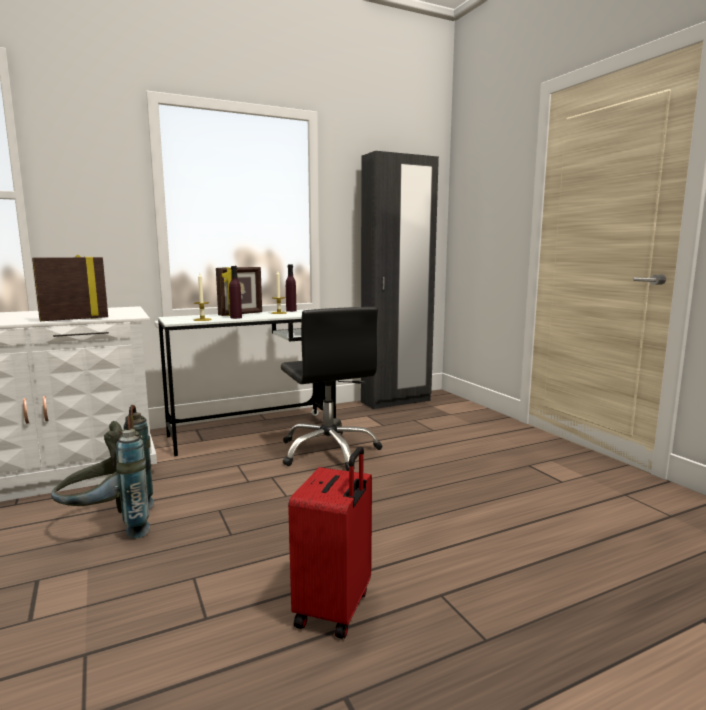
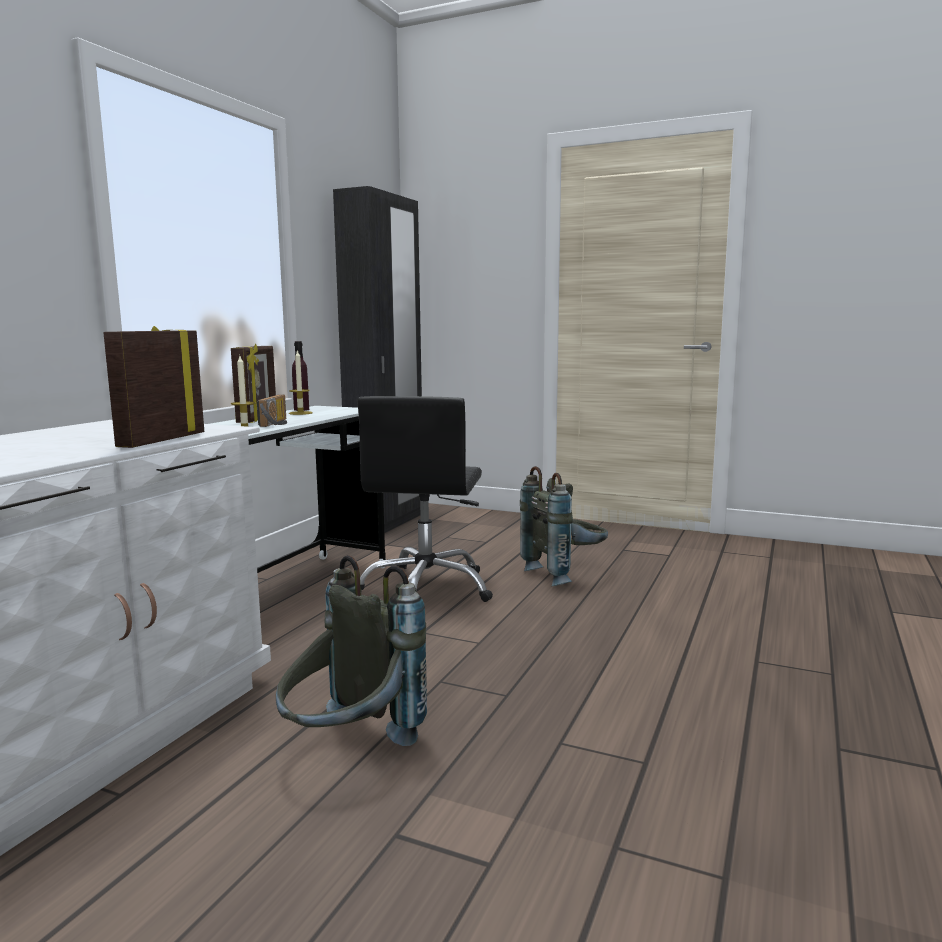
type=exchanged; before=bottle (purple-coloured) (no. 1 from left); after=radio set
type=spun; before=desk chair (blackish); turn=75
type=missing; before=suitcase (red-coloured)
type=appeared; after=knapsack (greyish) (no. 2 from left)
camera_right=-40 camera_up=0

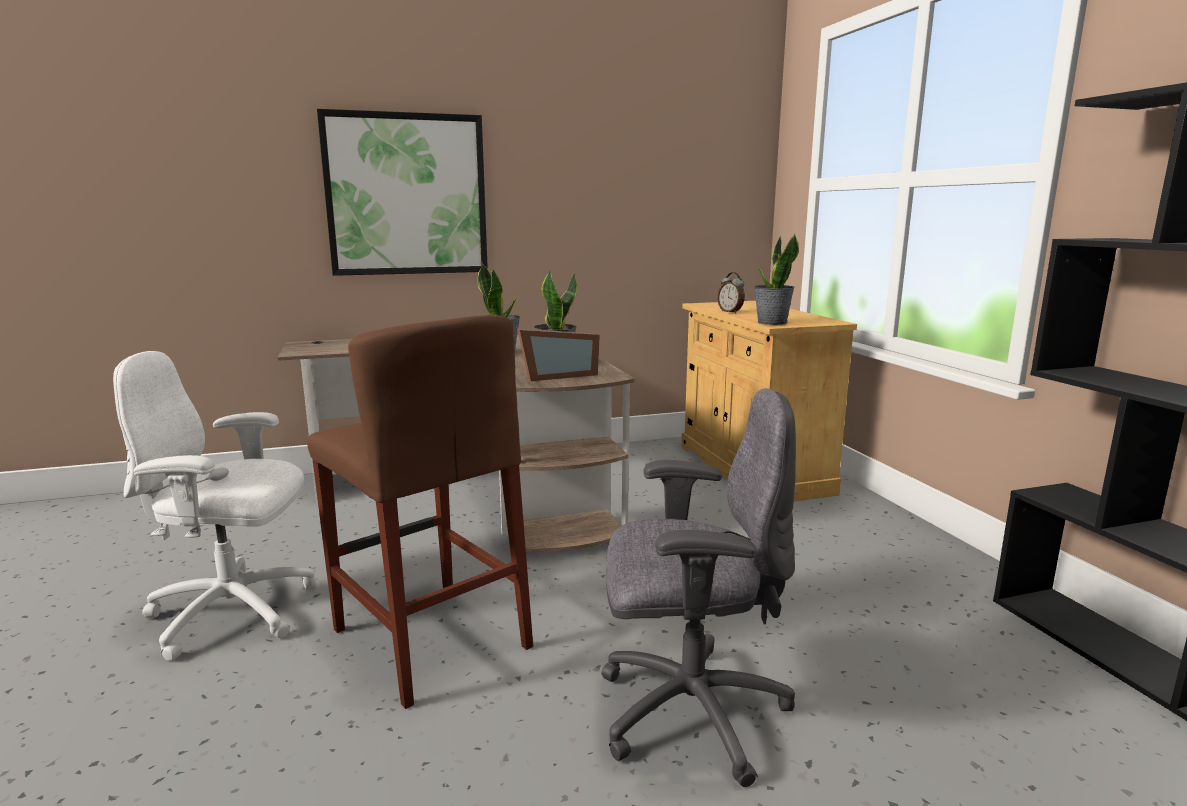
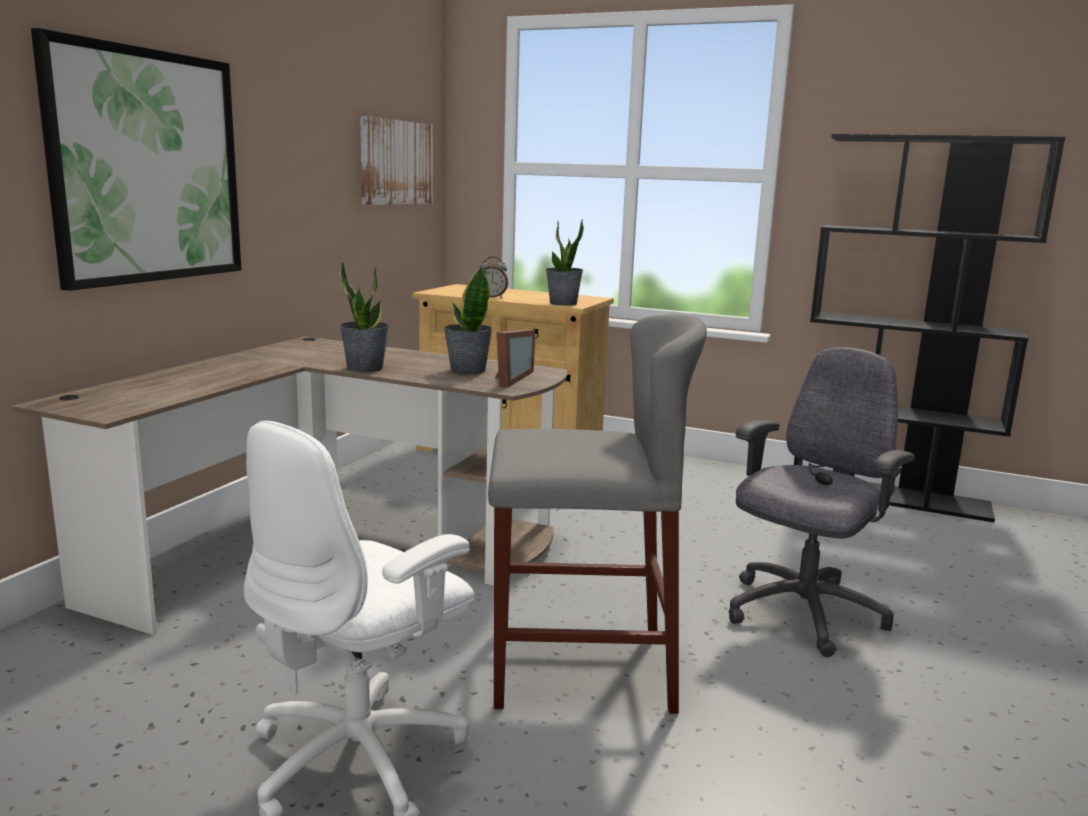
type=colour; before=stool (brown); after=stool (greyish)
type=appeared; after=picture (no. 2 from left)
camera_right=-50 camera_up=0

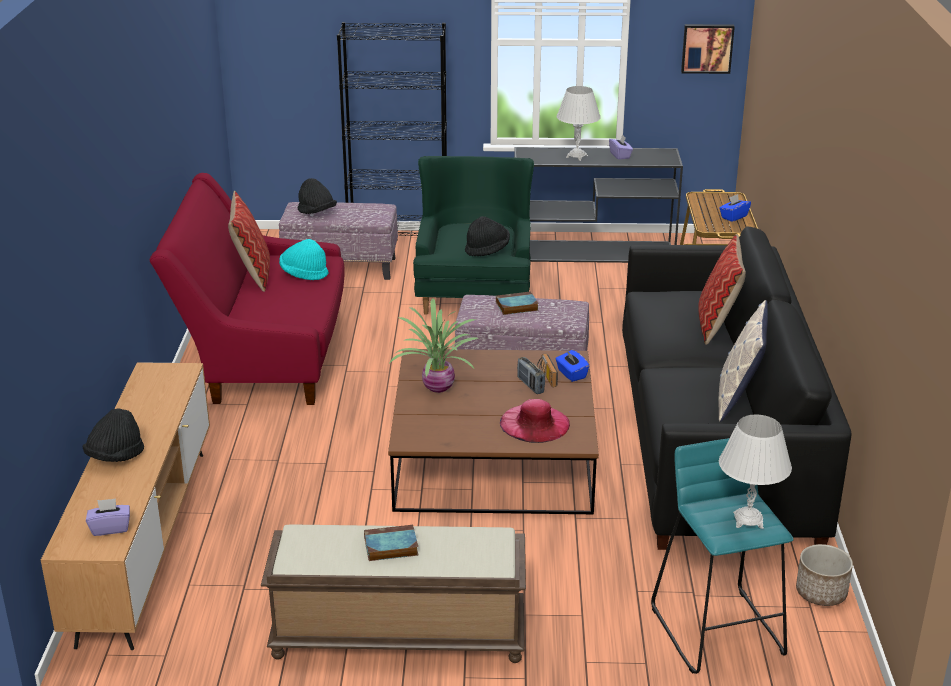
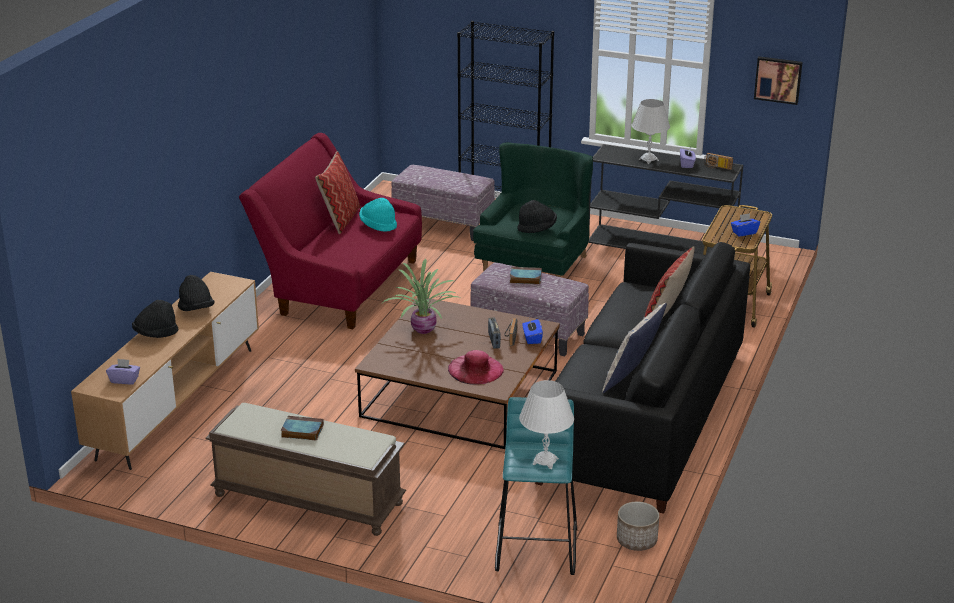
type=relocated; before=wearable hat (blackish) (no. 2 from left)
type=appeared; after=radio set (no. 3 from left)
camera_right=20 camera_up=0

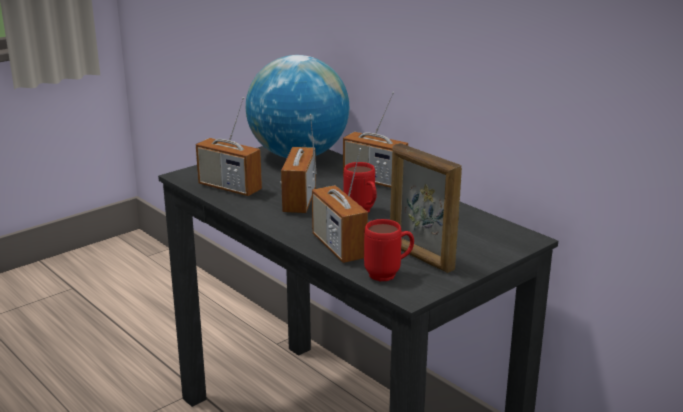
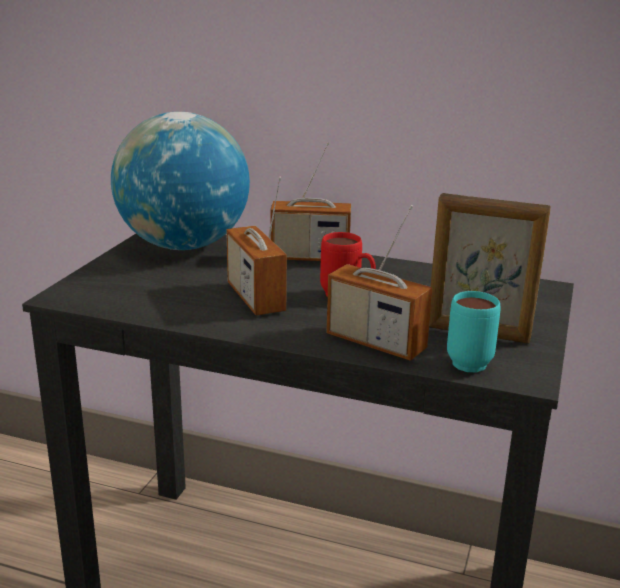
type=missing; before=radio set (no. 1 from left)
type=colour; before=mug (red-coloured) (no. 2 from left); after=mug (turquoise)
camera_right=-30 camera_up=0

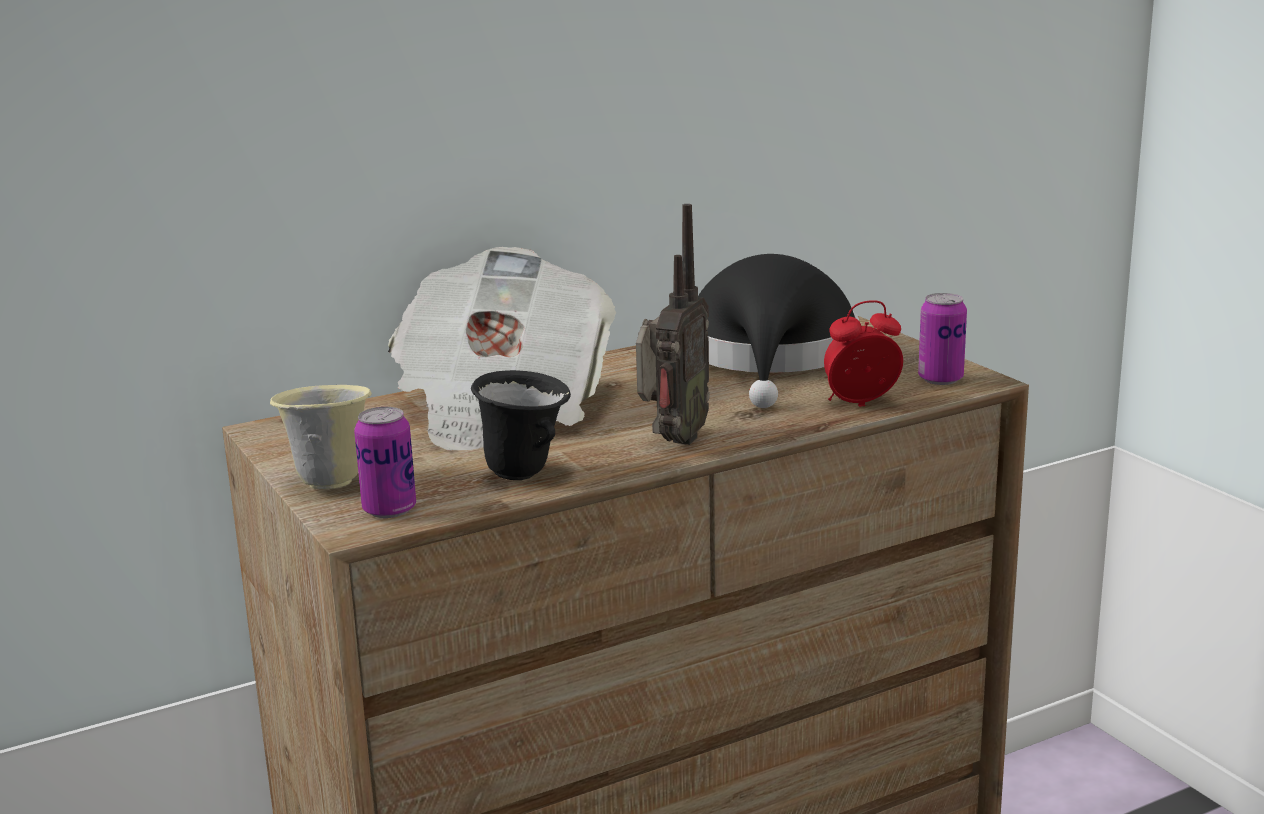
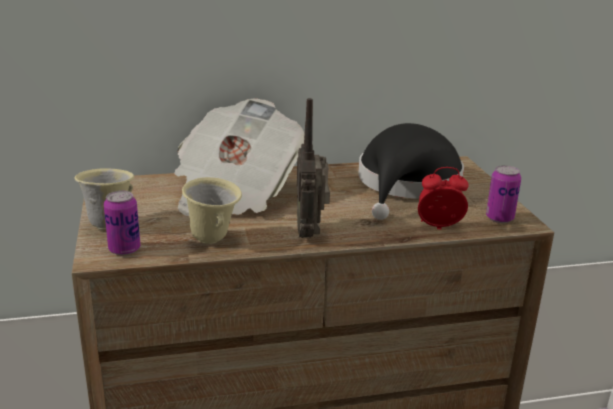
type=colour; before=mug (blackish); after=mug (beige-coloured) (no. 2 from left)
type=spun; before=radio set; turn=135
camera_right=15 camera_up=5

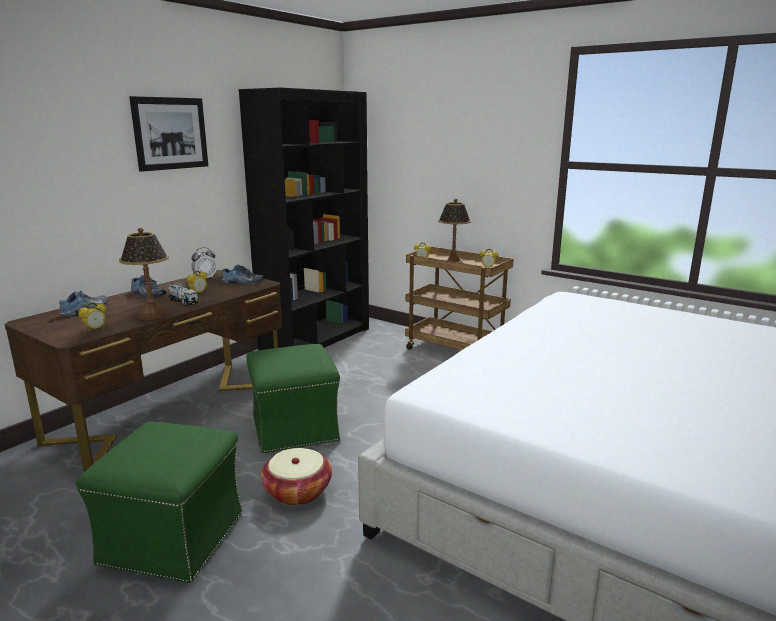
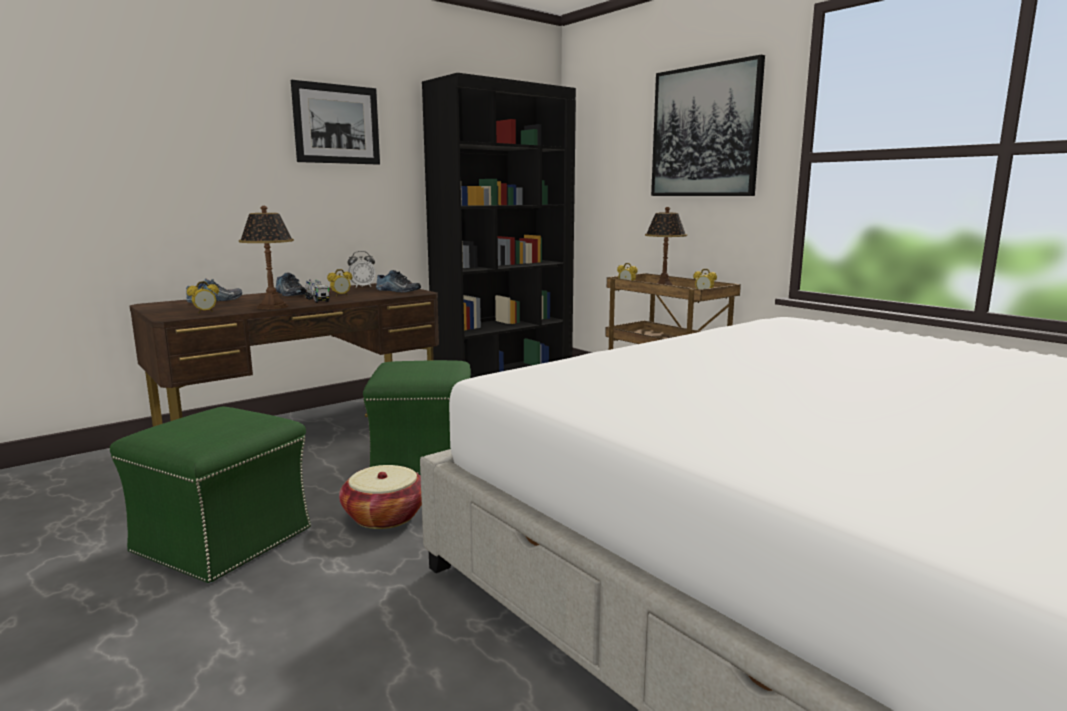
type=appeared; after=picture (no. 2 from left)
camera_right=15 camera_up=-5

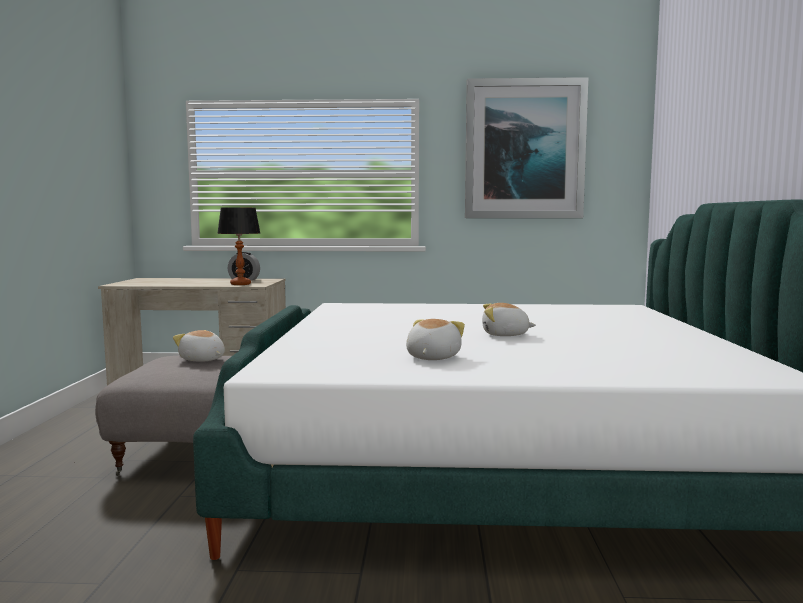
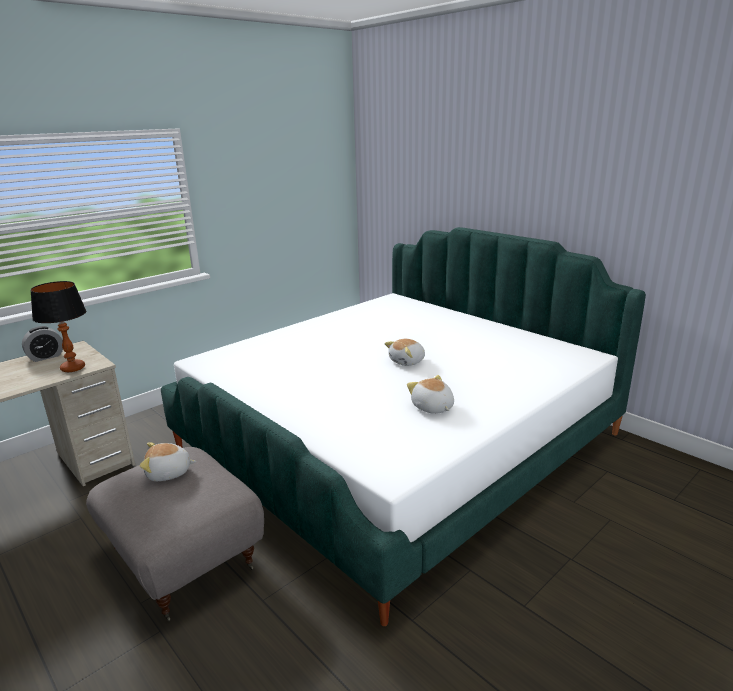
type=missing; before=picture
camera_right=-45 camera_up=15

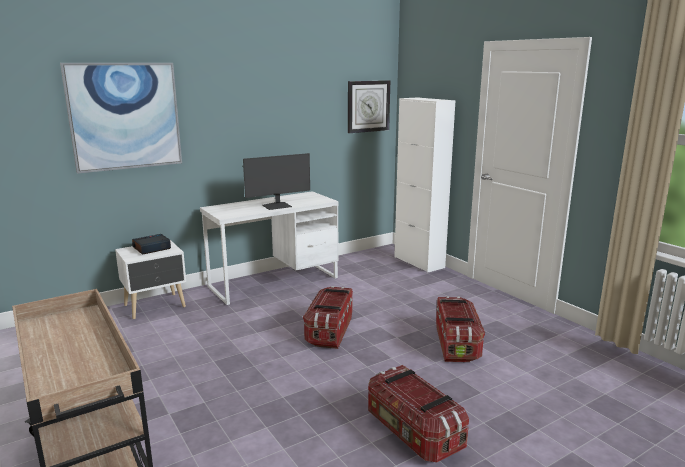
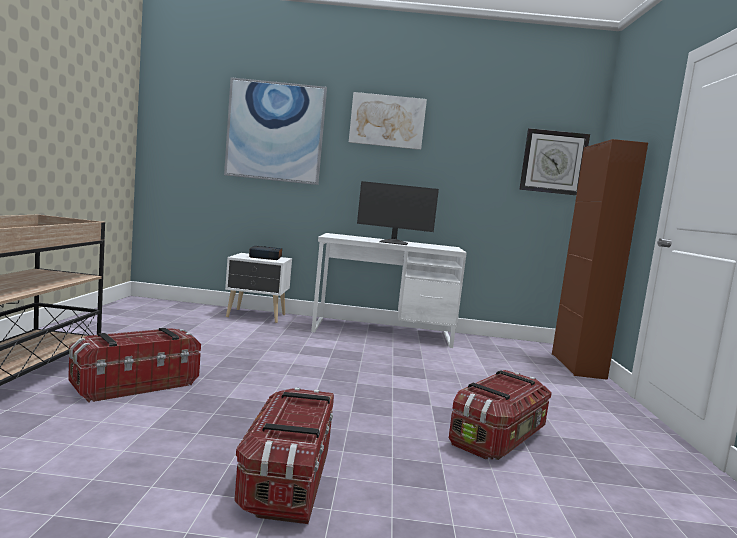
type=relocated; before=storage container (no. 1 from left)
type=colour; before=cabinet (white-coloured); after=cabinet (brown)
type=appeared; after=picture (no. 2 from left)
camera_right=35 camera_up=-10

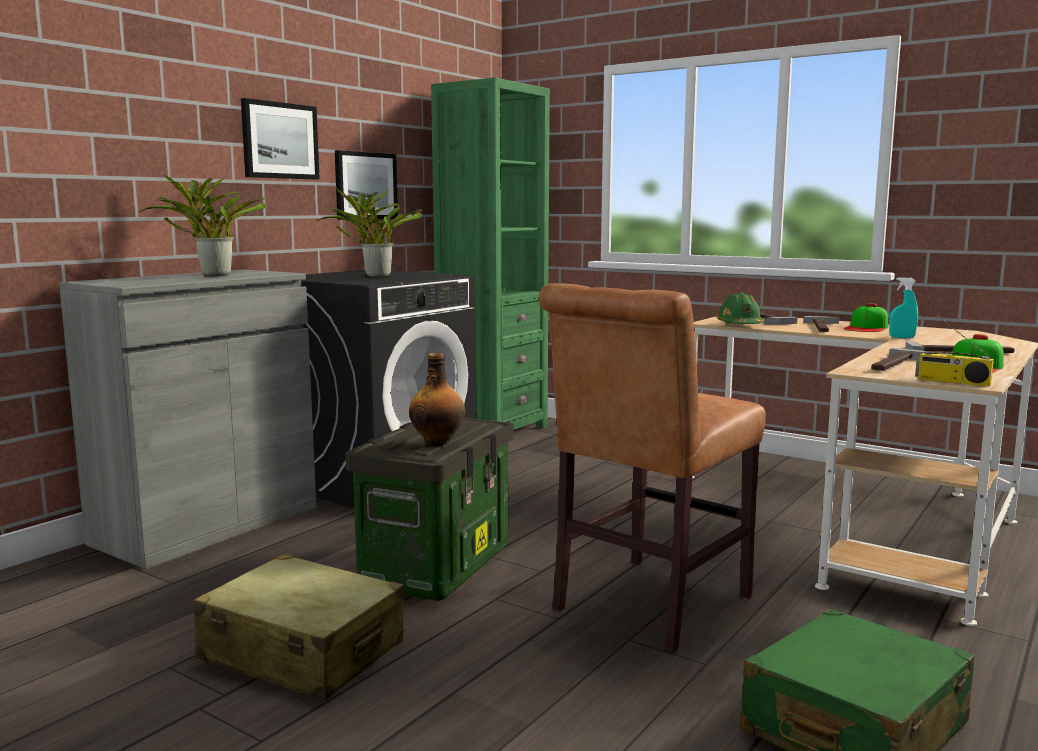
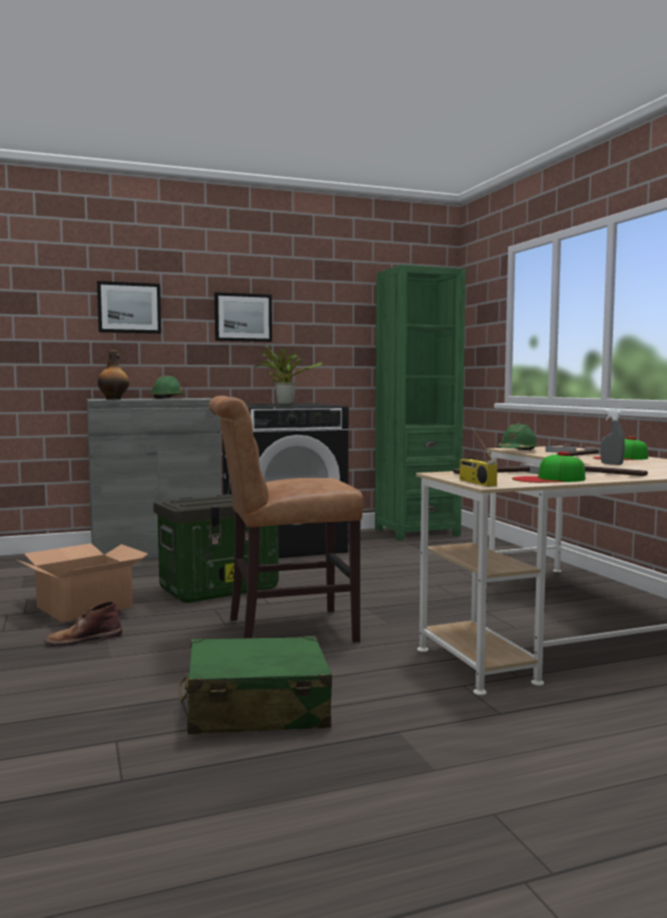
type=exchanged; before=potted plant (no. 1 from left); after=hard hat (green) (no. 1 from left)
type=exchanged; before=suitcase (beige-coloured); after=carton
type=relocated; before=picture (no. 2 from left in the first image); after=picture (no. 1 from left)
type=relocated; before=bottle
type=colour; before=sprayer (turquoise); after=sprayer (greyish)
type=appeared; after=tall boot (brown)
camera_right=35 camera_up=-5

